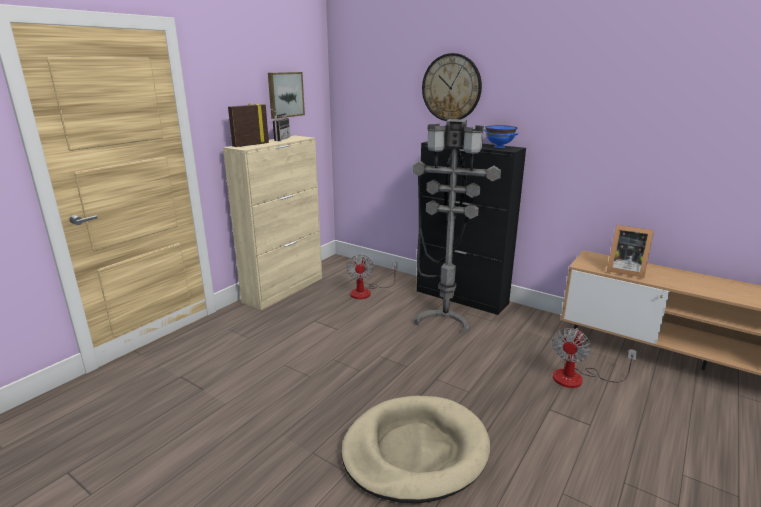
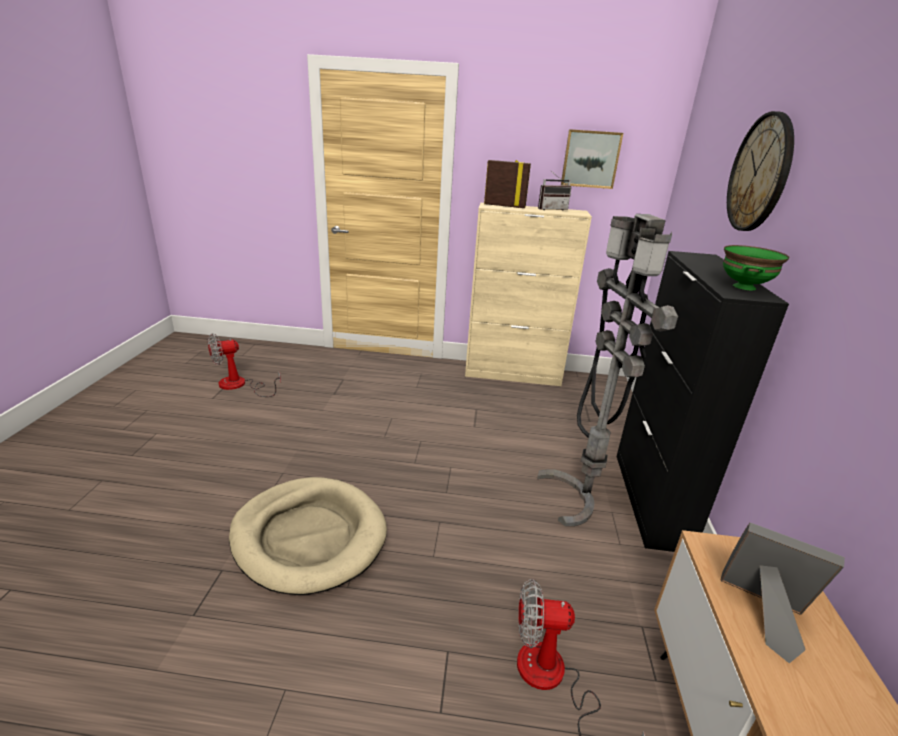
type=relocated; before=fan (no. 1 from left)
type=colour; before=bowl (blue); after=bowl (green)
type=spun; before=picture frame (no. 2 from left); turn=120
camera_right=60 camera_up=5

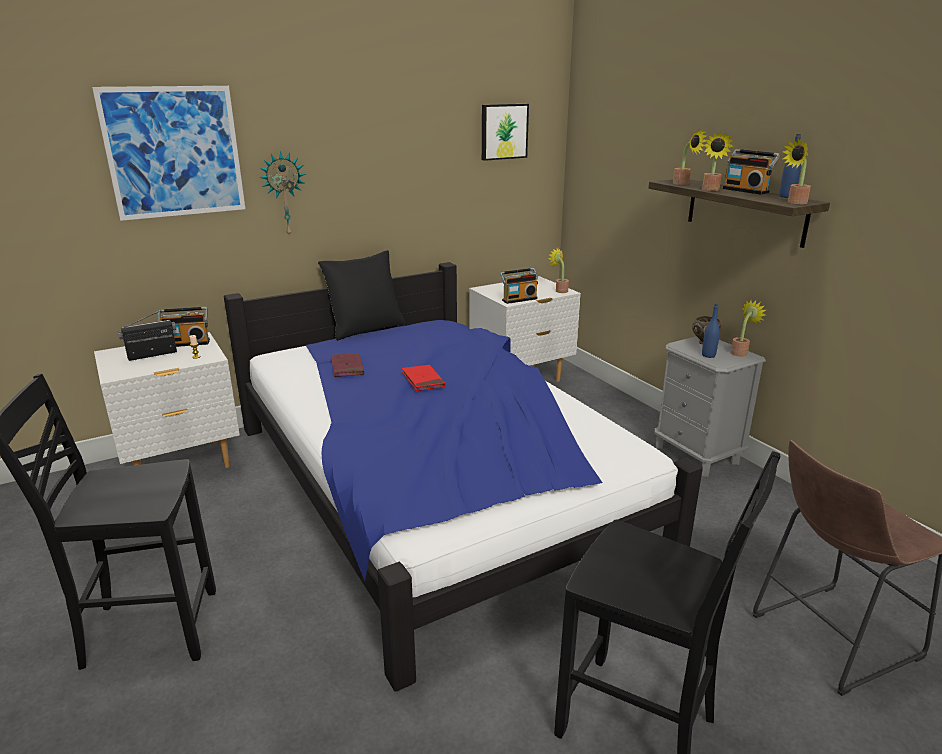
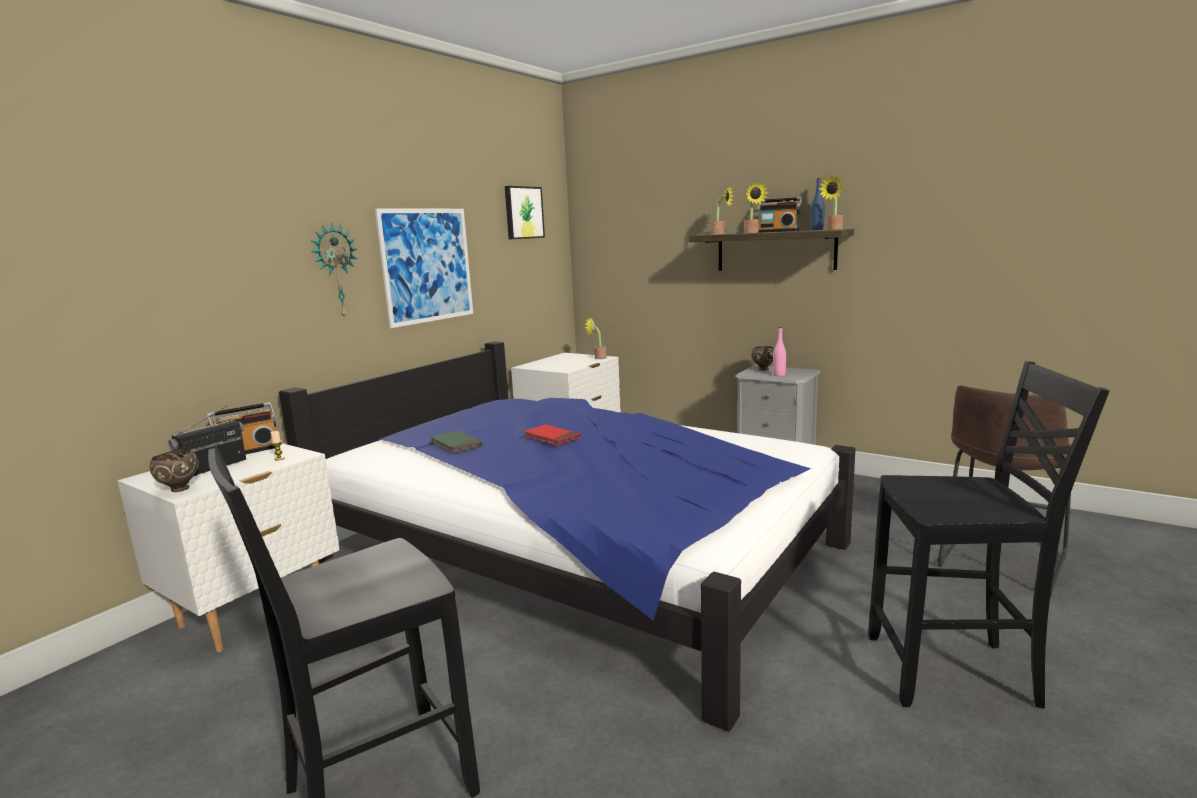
type=relocated; before=picture (no. 1 from left)
type=missing; before=pillow (blackish)
type=colour; before=book (red-coloured) (no. 1 from left); after=book (green)
type=missing; before=radio set (no. 3 from left)
type=colour; before=bottle (blue) (no. 1 from left); after=bottle (pink)
type=missing; before=potted plant (no. 4 from left)
type=appeared; after=bowl (brown) (no. 1 from left)
camera_right=-25 camera_up=-10

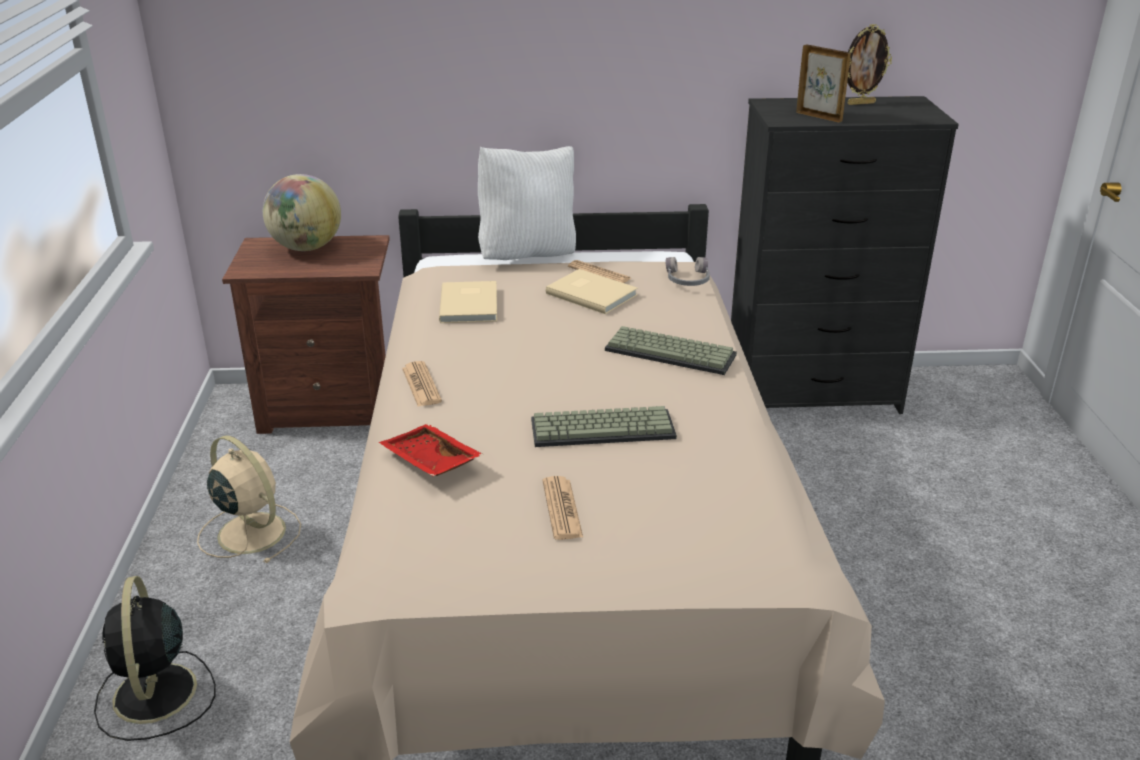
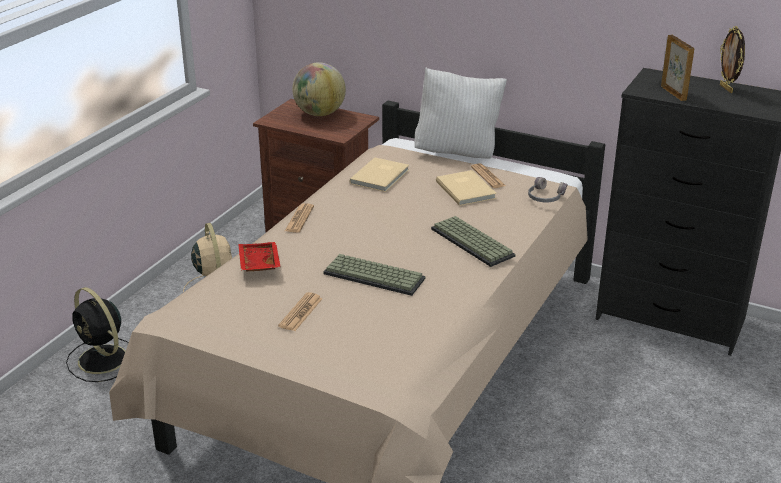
type=spun; before=fan (blackish); turn=-60
type=spun; before=picture frame (no. 2 from left); turn=60
camera_right=30 camera_up=0

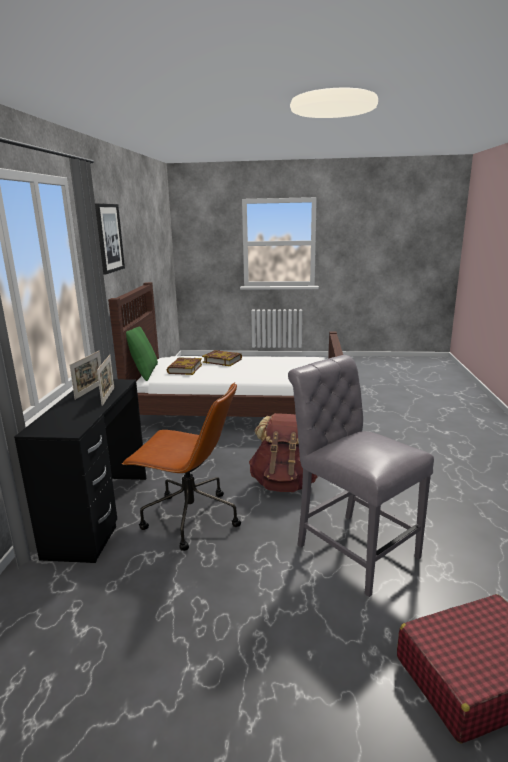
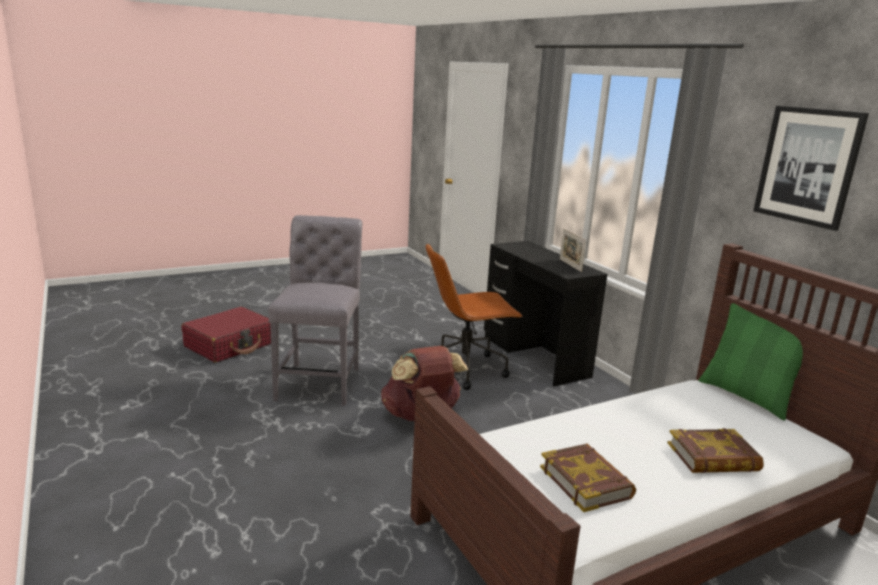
type=missing; before=picture frame (no. 2 from left)
type=relocated; before=book (no. 1 from left)
type=spun; before=plain chair (greyish); turn=-105
camera_right=145 camera_up=0

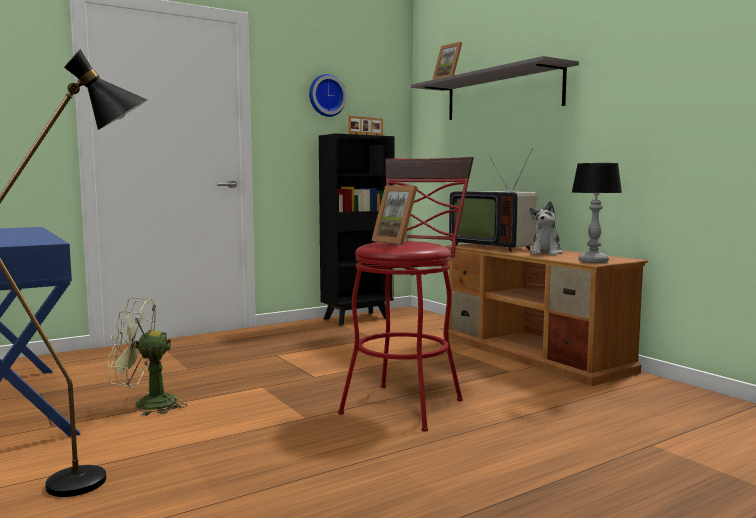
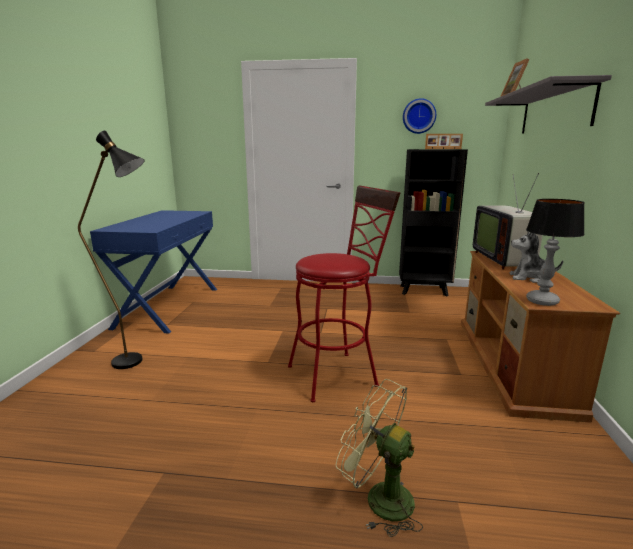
type=relocated; before=fan (green)
type=missing; before=picture frame (no. 2 from left)
type=spun; before=soft toy; turn=45
camera_right=40 camera_up=10

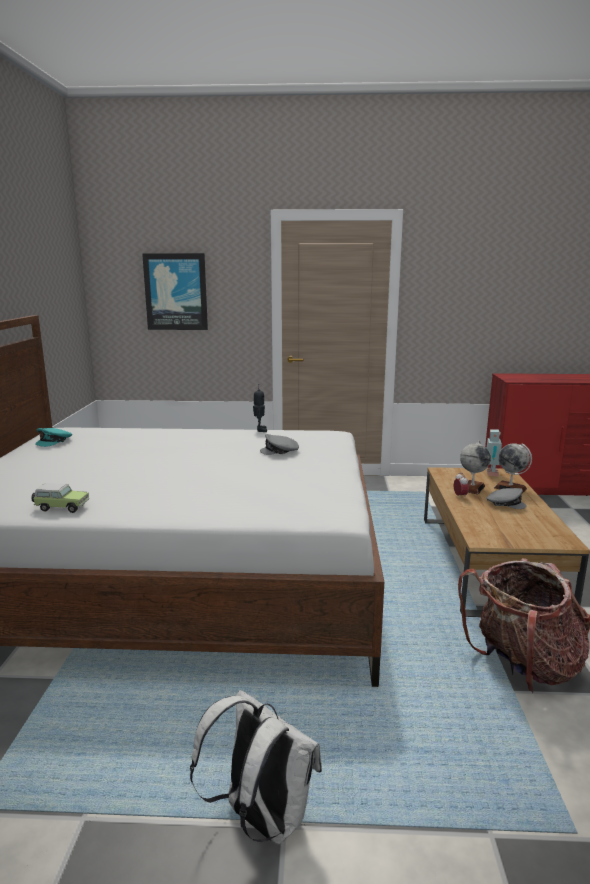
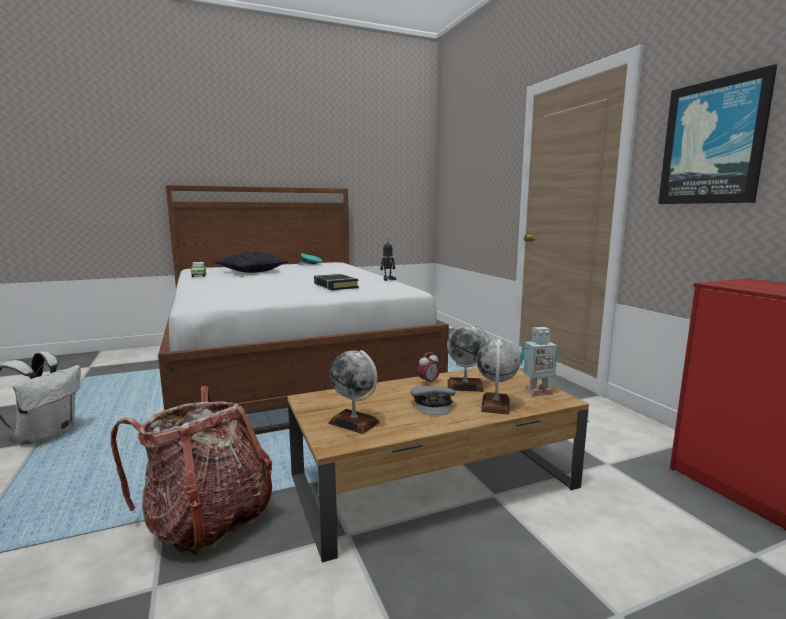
type=relocated; before=picture
type=exchanged; before=cap (greyish) (no. 1 from left); after=book (blackish)
type=appeared; after=pillow
type=appeared; after=world globe (no. 1 from left)
camera_right=65 camera_up=-5

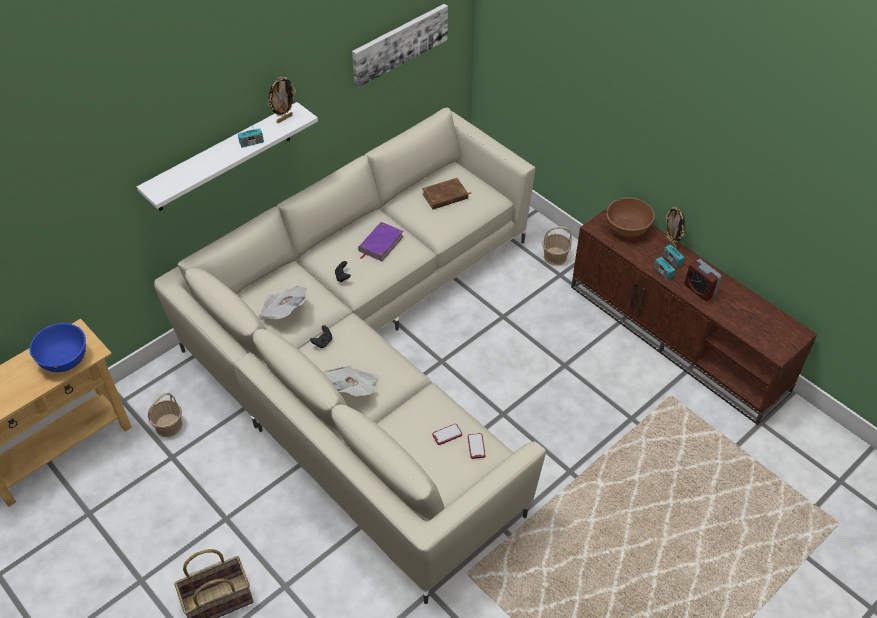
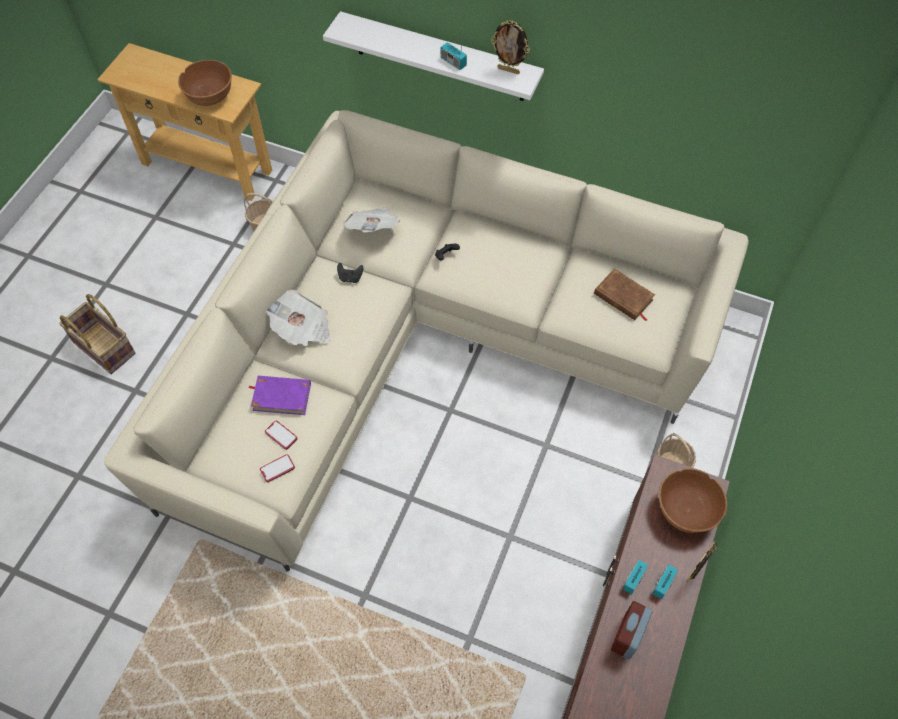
type=colour; before=bowl (blue); after=bowl (brown) (no. 1 from left)
type=missing; before=picture
type=relocated; before=book (purple-coloured)
camera_right=65 camera_up=10

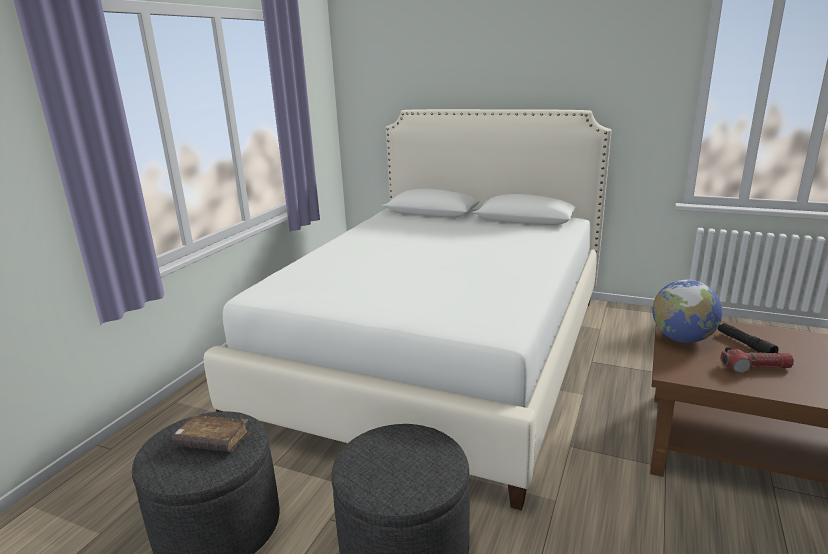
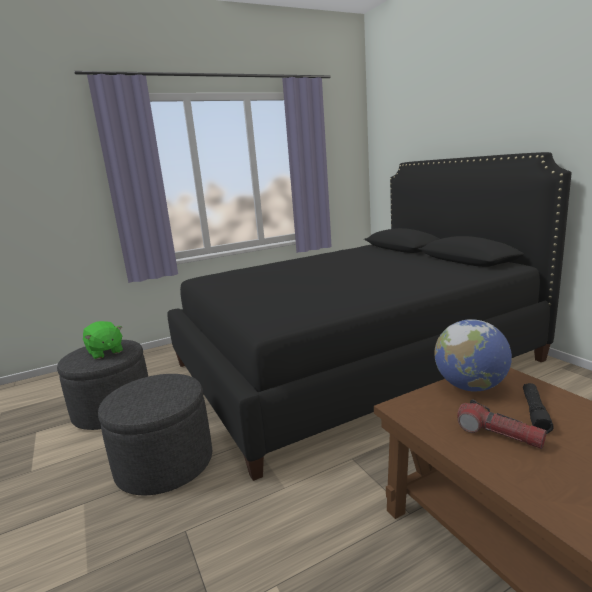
type=exchanged; before=book (brown); after=soft toy (green)
type=colour; before=bedroom bed (white-coloured); after=bedroom bed (blackish)
camera_right=40 camera_up=-5

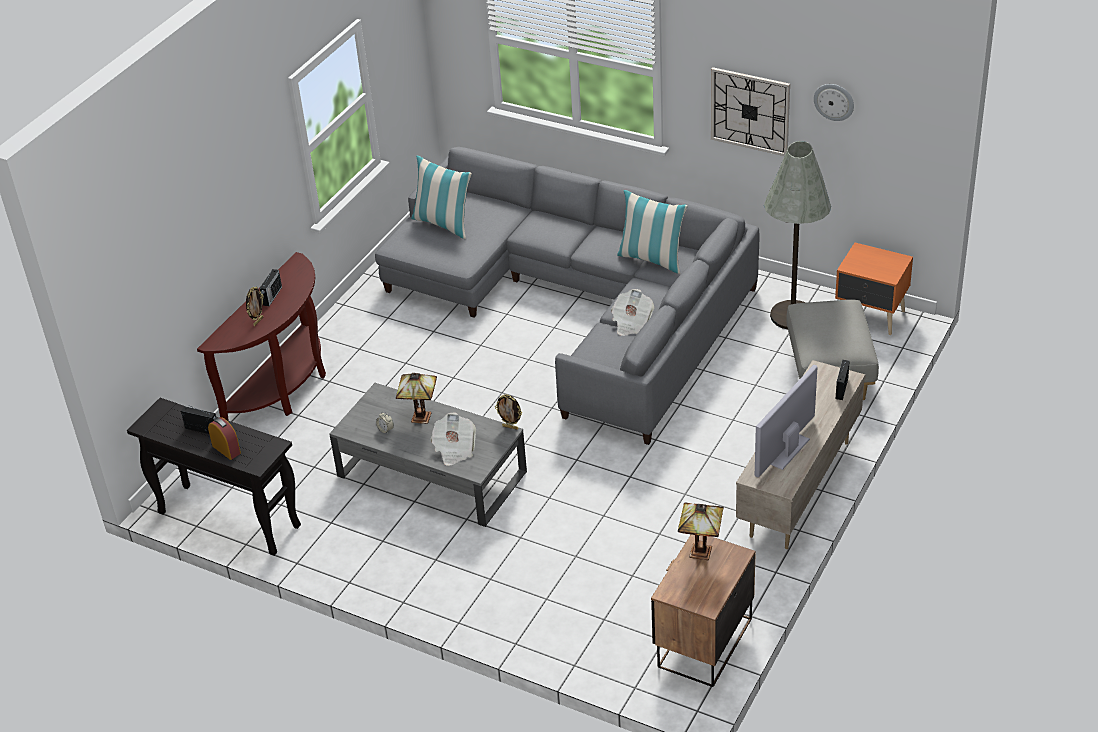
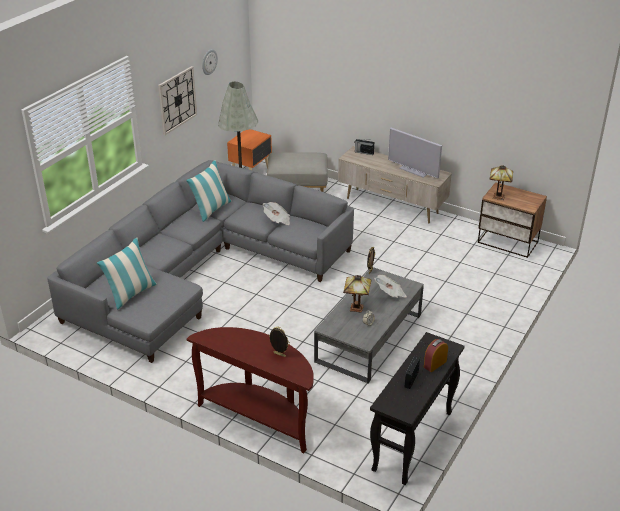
type=missing; before=radio set (no. 2 from left)
camera_right=-90 camera_up=-5

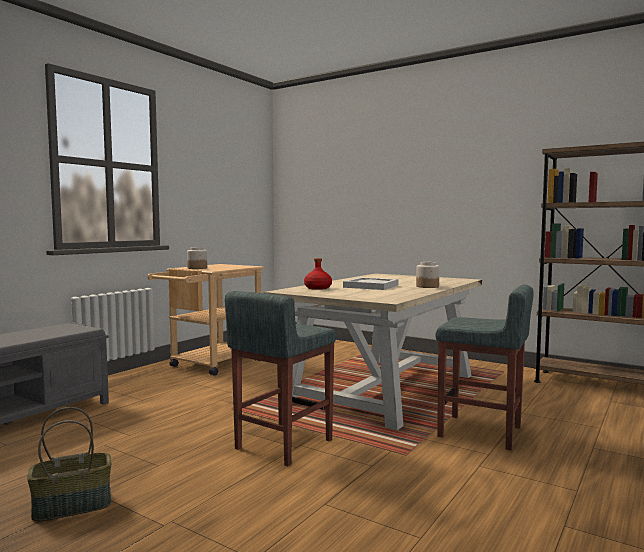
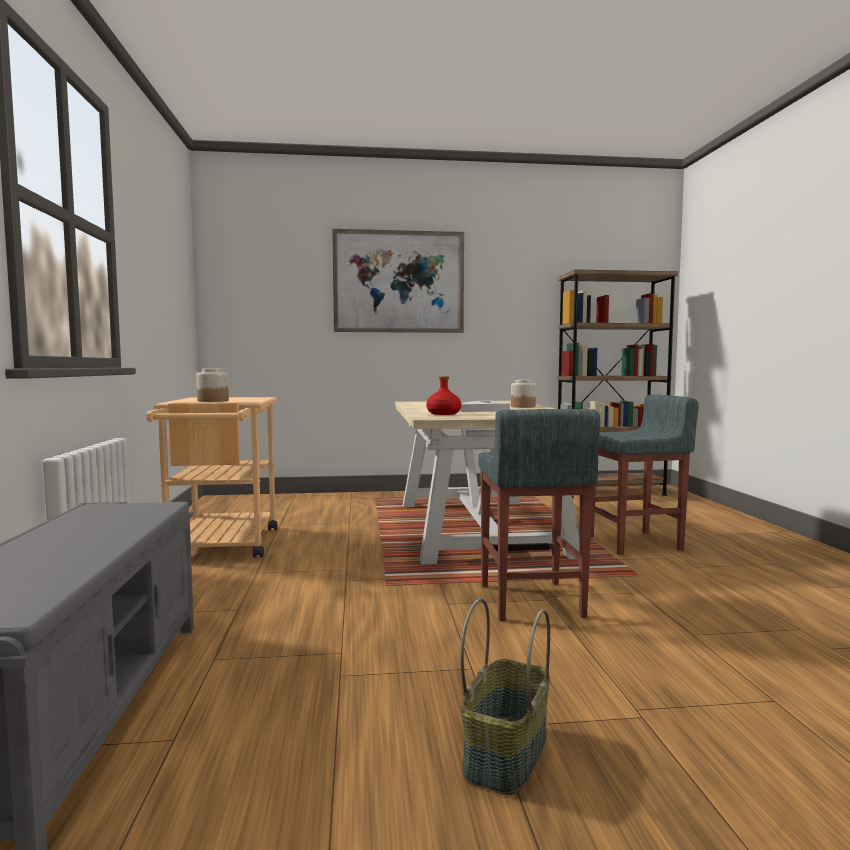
type=appeared; after=picture
camera_right=-40 camera_up=0

